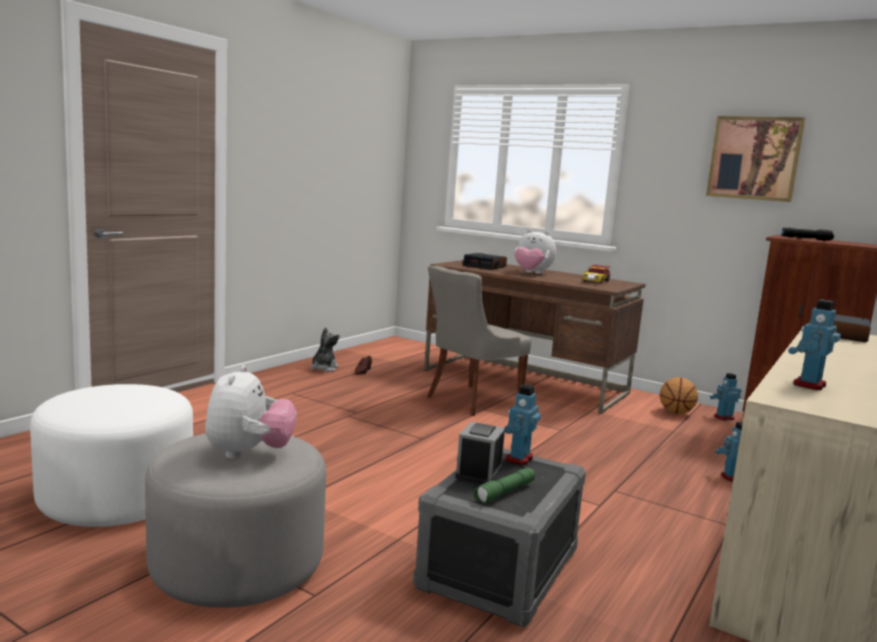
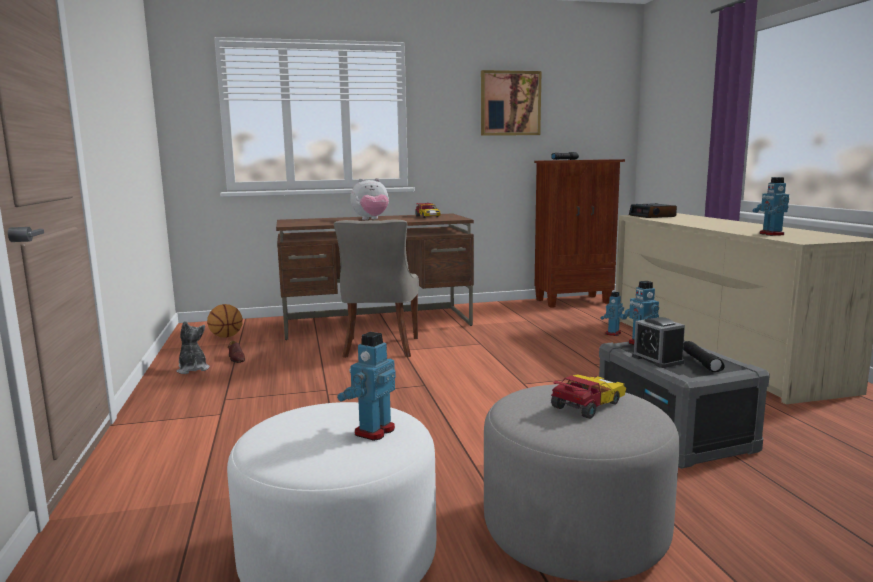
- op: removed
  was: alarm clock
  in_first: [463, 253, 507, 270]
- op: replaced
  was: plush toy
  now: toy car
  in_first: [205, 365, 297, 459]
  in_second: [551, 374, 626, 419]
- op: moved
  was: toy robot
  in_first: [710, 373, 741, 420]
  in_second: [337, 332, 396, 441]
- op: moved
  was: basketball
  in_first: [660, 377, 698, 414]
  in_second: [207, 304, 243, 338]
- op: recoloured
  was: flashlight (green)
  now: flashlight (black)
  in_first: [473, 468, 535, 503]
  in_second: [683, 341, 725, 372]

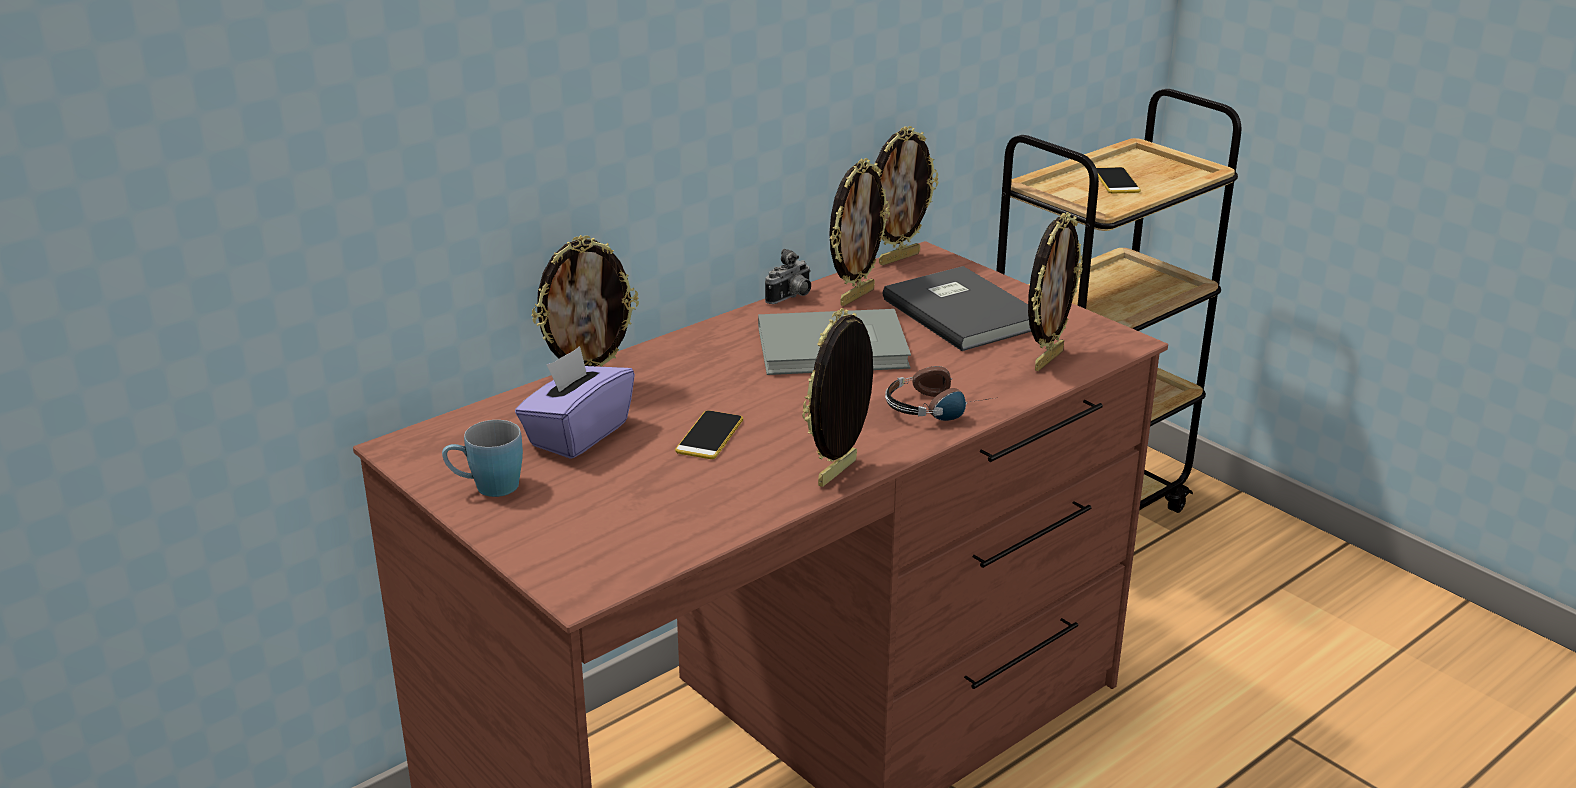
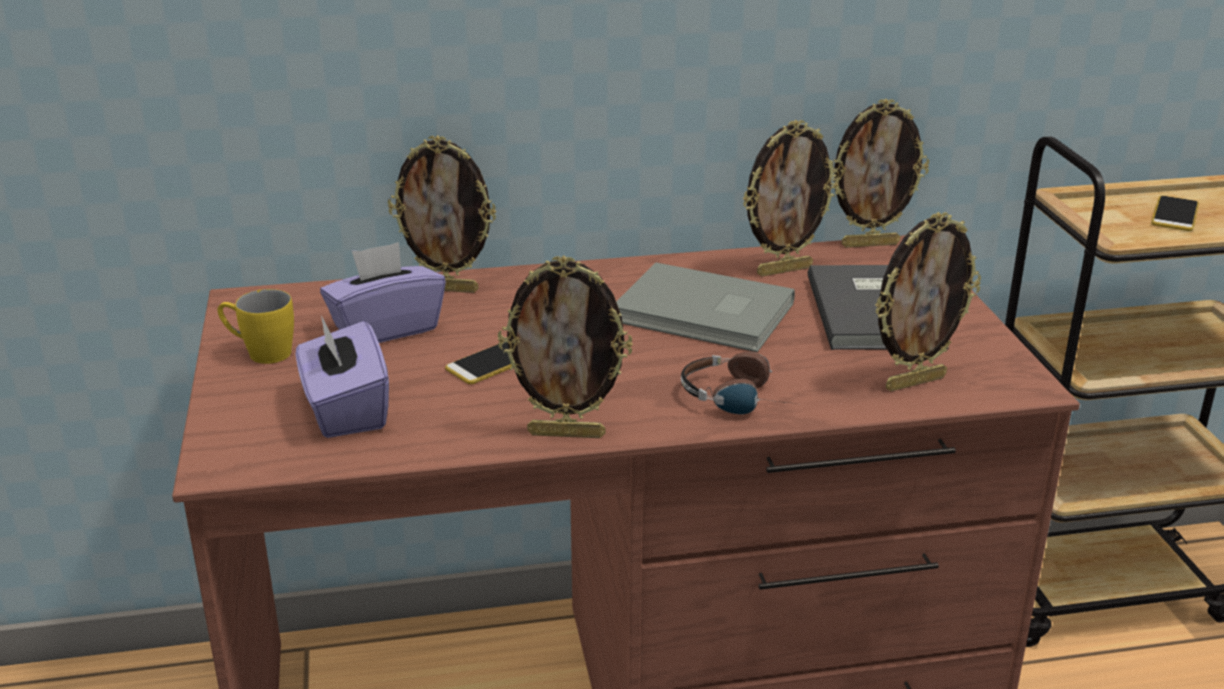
- op: removed
  was: photo camera
  in_first: [765, 249, 811, 304]
- op: turned
  was: picture frame
  in_first: [802, 308, 873, 487]
  in_second: [498, 255, 633, 438]
  clockwise: -150
- op: recoloured
  was: mug (blue)
  now: mug (yellow)
  in_first: [442, 420, 523, 497]
  in_second: [217, 289, 294, 364]
- op: added
  now: tissue box (purple)
  in_second: [296, 316, 389, 438]

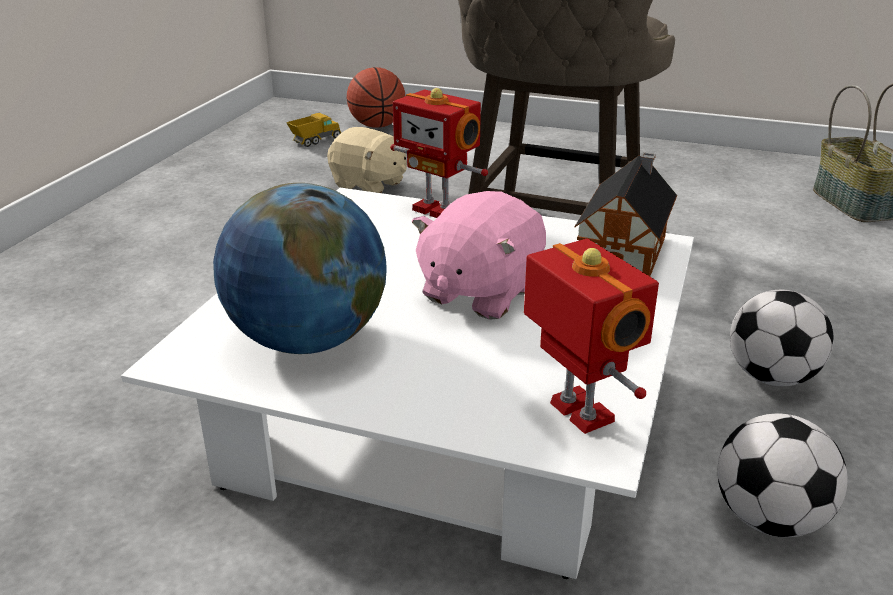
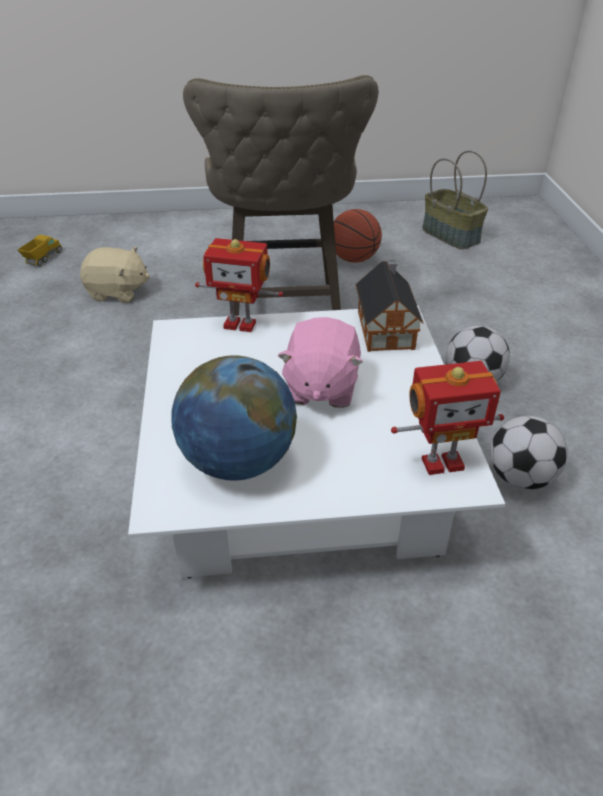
- op: moved
  was: basketball
  in_first: [347, 67, 406, 128]
  in_second: [334, 209, 382, 263]
- op: turned
  was: toy robot
  in_first: [524, 239, 659, 434]
  in_second: [391, 361, 504, 475]
  clockwise: 135

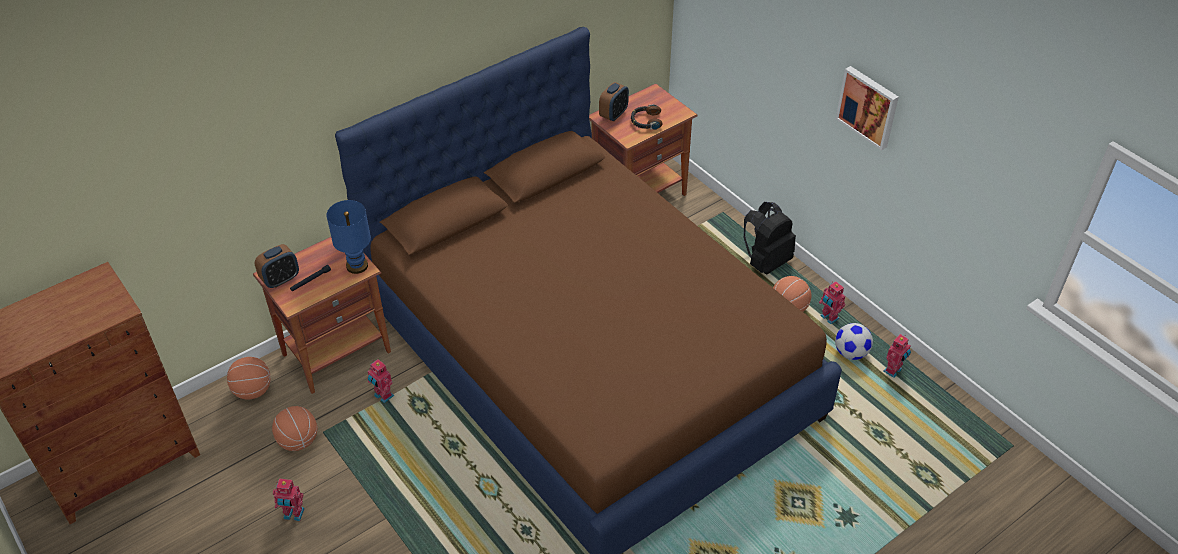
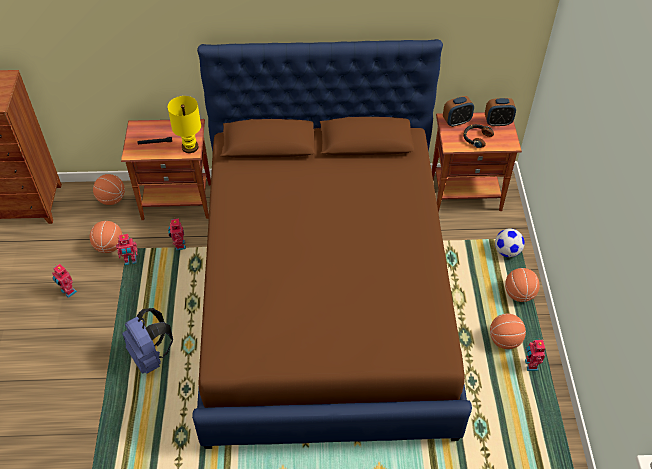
- op: removed
  was: picture
  in_first: [836, 66, 899, 151]
- op: recoloured
  was: table lamp (blue)
  now: table lamp (yellow)
  in_first: [326, 200, 371, 274]
  in_second: [168, 96, 201, 153]
- op: replaced
  was: backpack (black)
  now: basketball
  in_first: [744, 202, 796, 275]
  in_second: [505, 268, 540, 302]
- op: moved
  was: alarm clock
  in_first: [255, 244, 299, 288]
  in_second: [485, 98, 516, 127]
- op: moved
  was: football
  in_first: [835, 323, 873, 360]
  in_second: [495, 228, 525, 257]
- op: moved
  was: toy robot
  in_first: [883, 334, 911, 378]
  in_second: [116, 234, 138, 265]
- op: added
  now: backpack (blue)
  in_second: [122, 308, 173, 374]

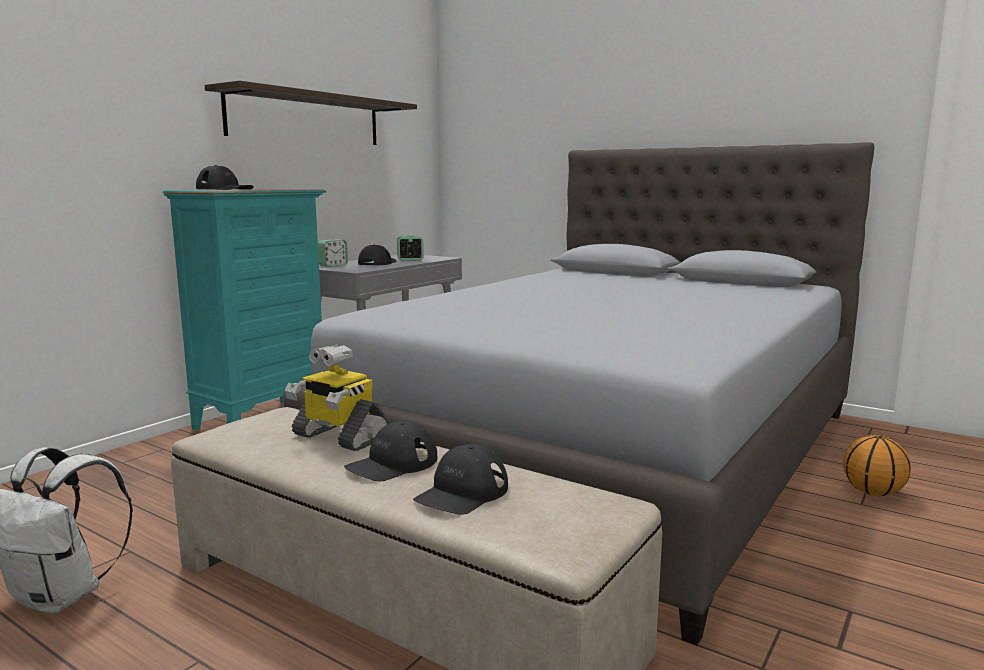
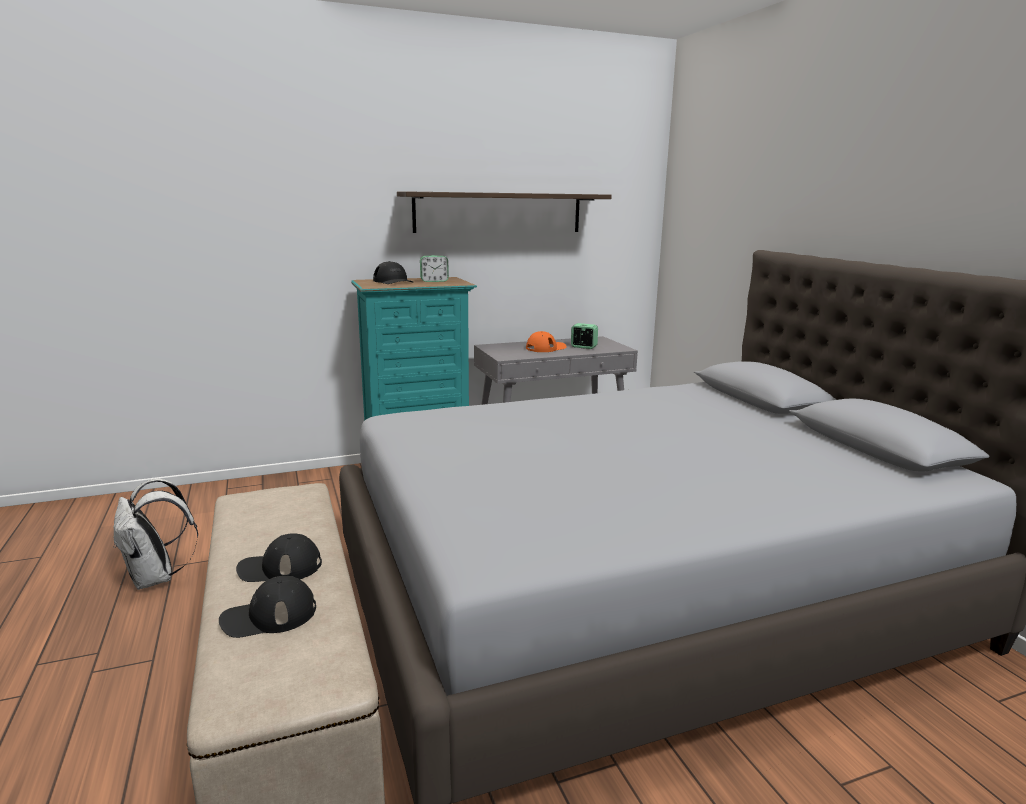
- op: moved
  was: alarm clock
  in_first: [318, 240, 348, 267]
  in_second: [420, 255, 449, 282]
- op: recoloured
  was: cap (black)
  now: cap (orange)
  in_first: [358, 245, 396, 266]
  in_second: [526, 331, 566, 352]
- op: removed
  was: toy robot
  in_first: [285, 344, 388, 451]
- op: removed
  was: basketball
  in_first: [843, 435, 911, 496]

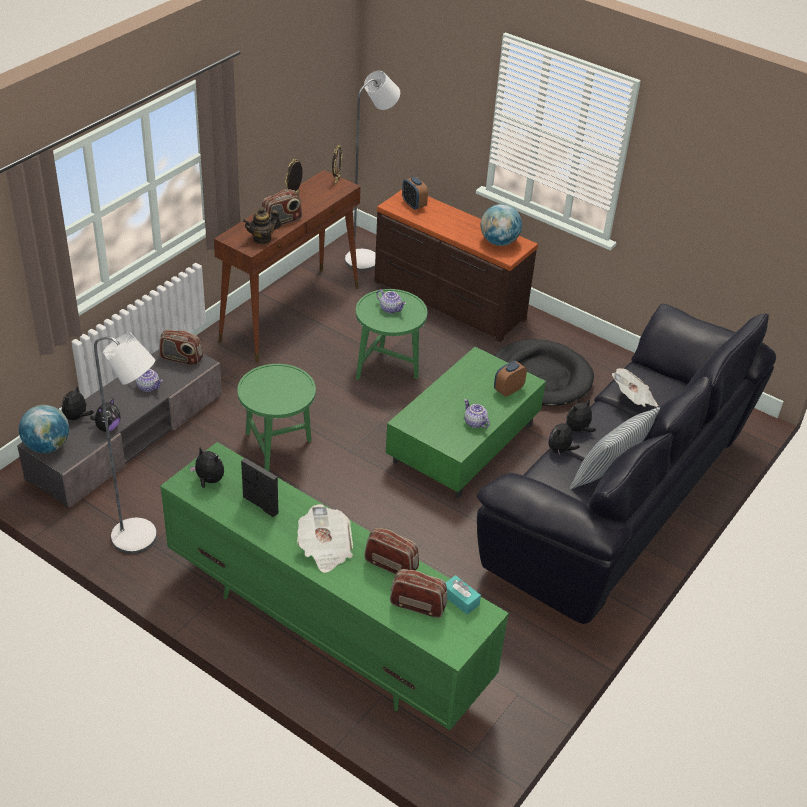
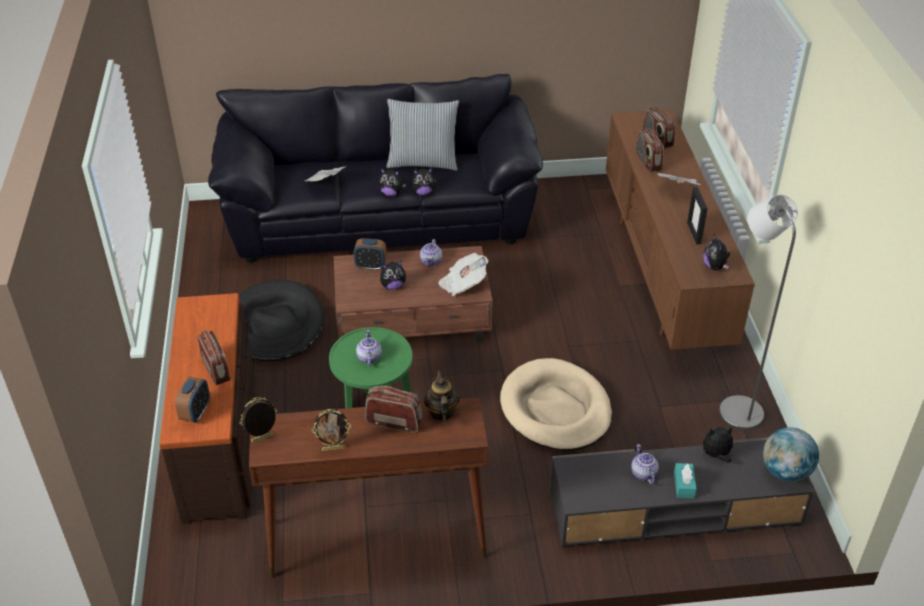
- op: removed
  was: floor lamp (grey)
  in_first: [345, 71, 400, 271]
- op: removed
  was: globe
  in_first: [481, 204, 522, 246]
- op: turned
  was: teapot
  in_first: [243, 208, 281, 244]
  in_second: [424, 371, 460, 421]
  clockwise: -120
- op: moved
  was: radio
  in_first: [159, 330, 203, 366]
  in_second: [197, 330, 231, 385]
- op: recoloured
  was: coffee table (green)
  now: coffee table (brown)
  in_first: [386, 347, 546, 498]
  in_second: [334, 246, 493, 341]
- op: replaced
  was: side table (green)
  now: dog bed (beige)
  in_first: [237, 364, 316, 471]
  in_second: [500, 358, 612, 451]
- op: moved
  was: plush toy
  in_first: [62, 386, 94, 420]
  in_second: [380, 261, 406, 290]
- op: recoloured
  was: cabinet (green)
  now: cabinet (brown)
  in_first: [160, 442, 509, 730]
  in_second: [606, 109, 755, 350]
- op: moved
  was: tissue box (turquoise)
  in_first: [445, 575, 481, 615]
  in_second: [674, 463, 697, 498]
- op: added
  now: newspaper
  in_second: [438, 253, 489, 296]

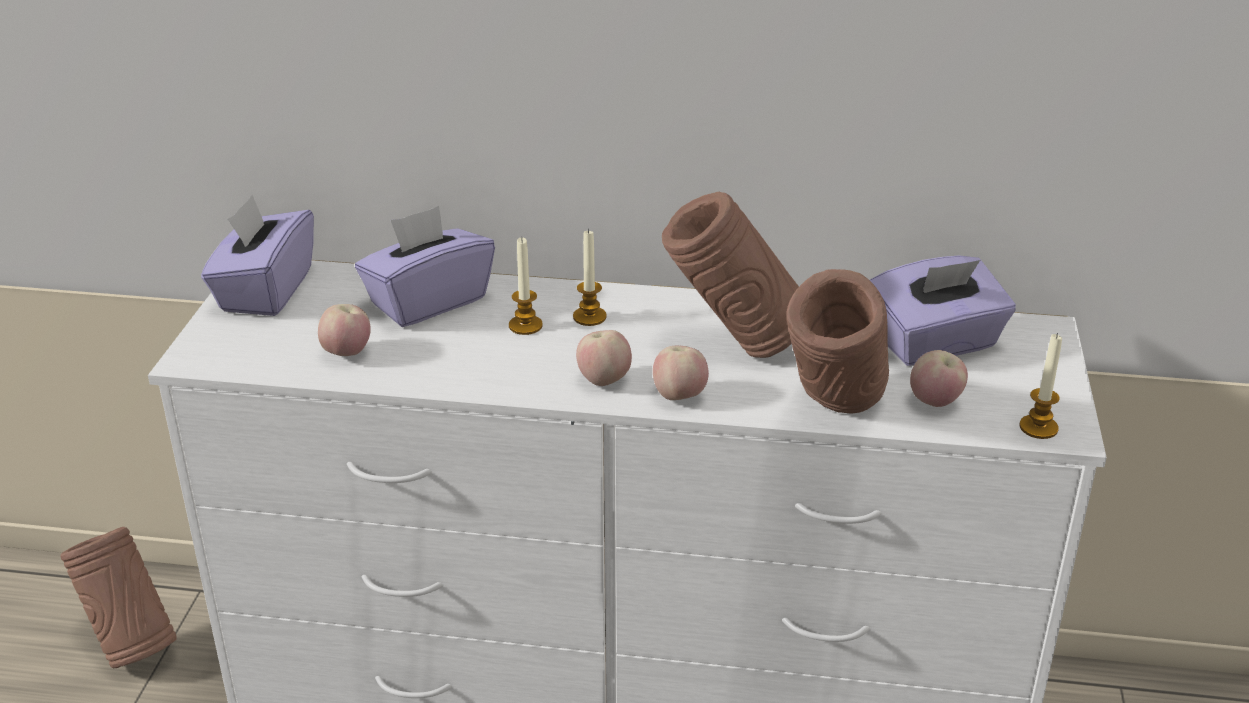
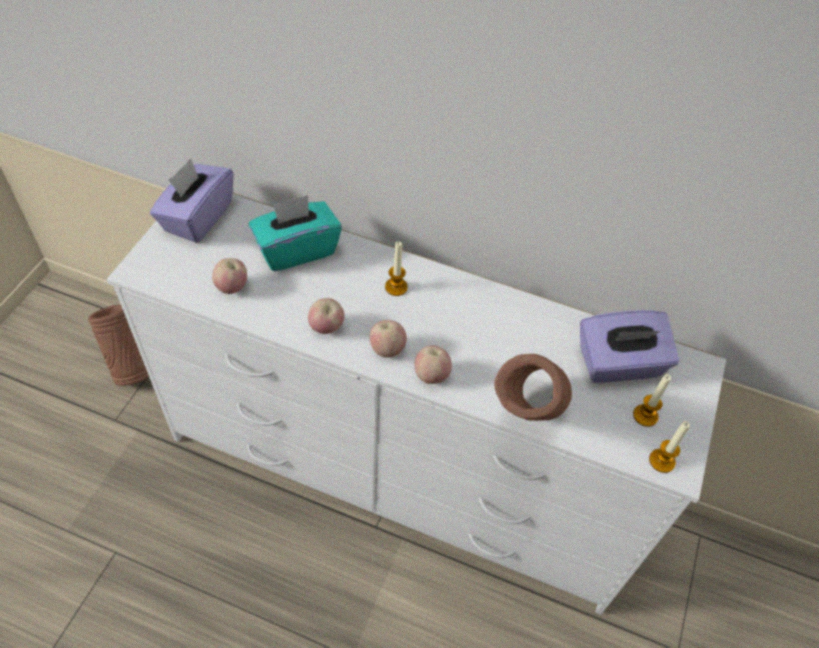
- op: removed
  was: vase (brown)
  in_first: [662, 192, 799, 358]
- op: recoloured
  was: tissue box (purple)
  now: tissue box (turquoise)
  in_first: [355, 206, 495, 327]
  in_second: [249, 195, 342, 271]
- op: moved
  was: candle
  in_first: [509, 238, 543, 335]
  in_second: [633, 374, 671, 427]
- op: moved
  was: apple
  in_first: [910, 350, 968, 407]
  in_second: [308, 298, 345, 334]

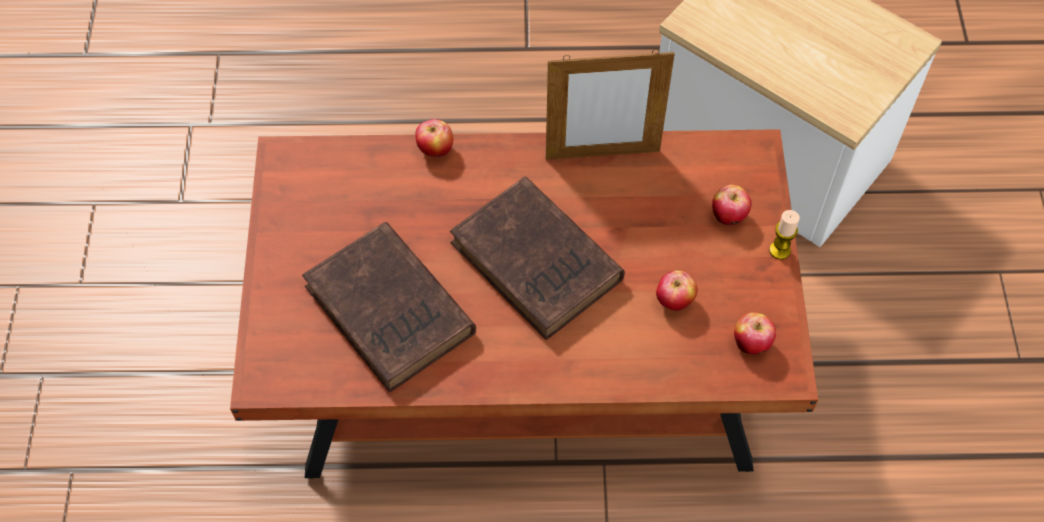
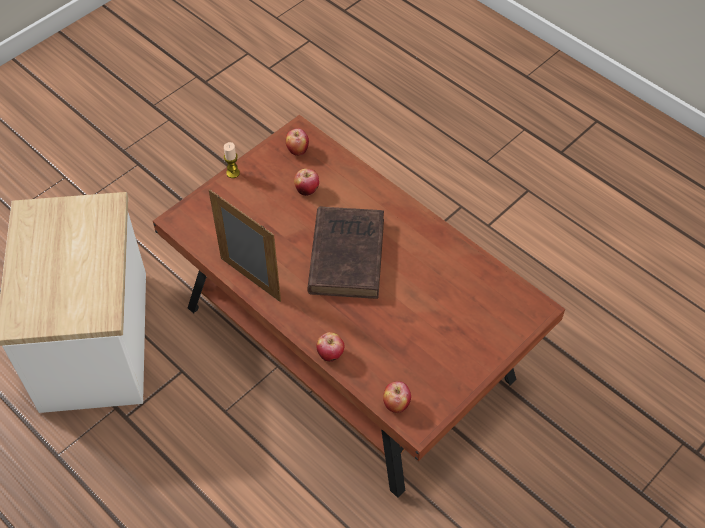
- op: moved
  was: apple
  in_first: [712, 184, 751, 226]
  in_second: [383, 381, 411, 413]
- op: removed
  was: book (brown)
  in_first: [302, 222, 476, 392]

